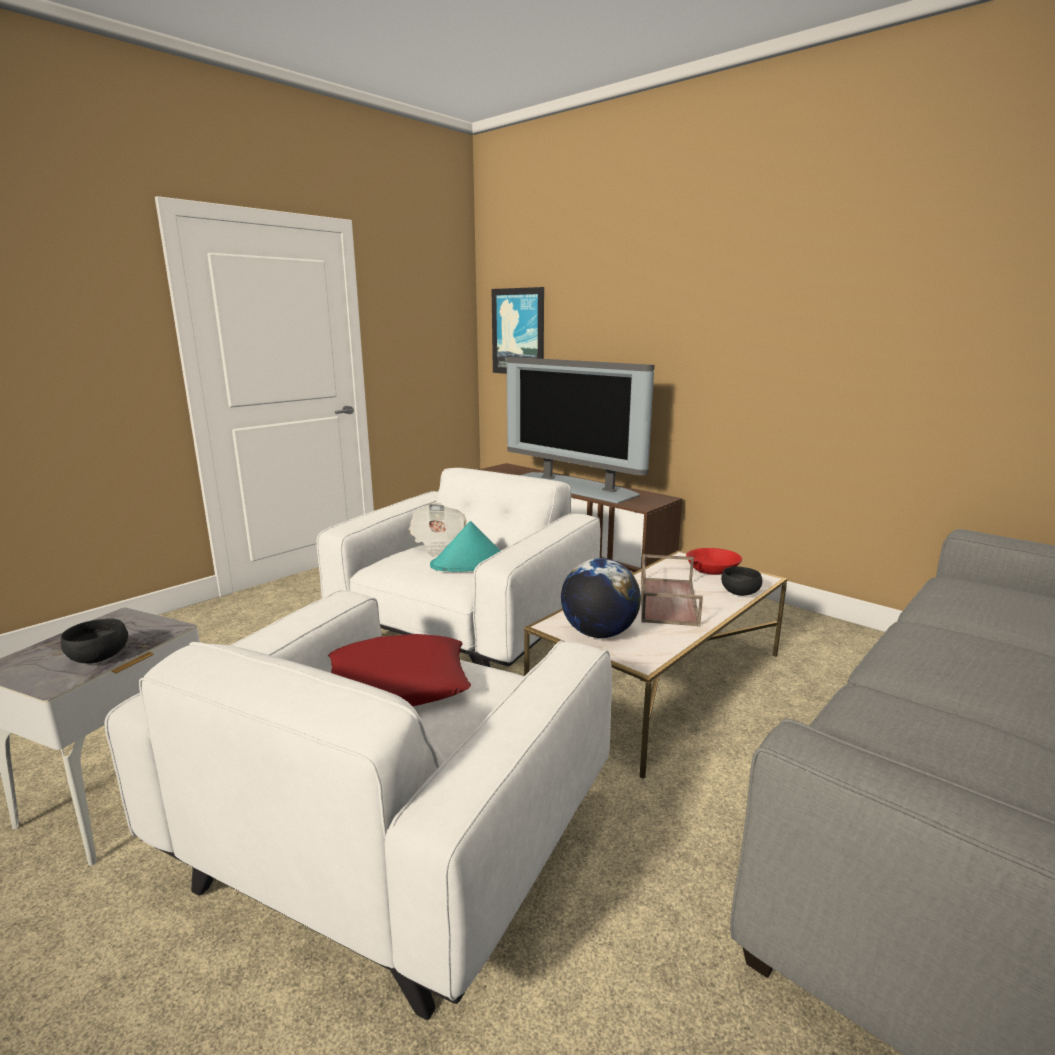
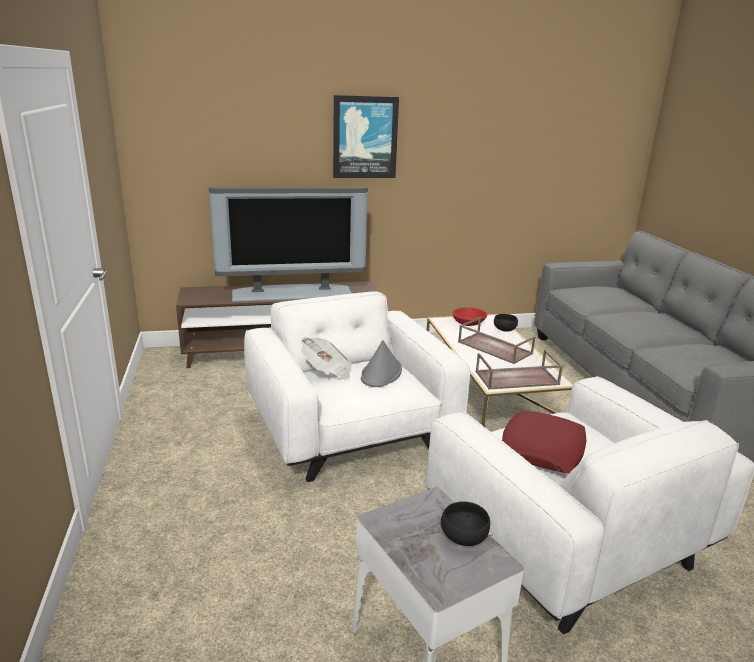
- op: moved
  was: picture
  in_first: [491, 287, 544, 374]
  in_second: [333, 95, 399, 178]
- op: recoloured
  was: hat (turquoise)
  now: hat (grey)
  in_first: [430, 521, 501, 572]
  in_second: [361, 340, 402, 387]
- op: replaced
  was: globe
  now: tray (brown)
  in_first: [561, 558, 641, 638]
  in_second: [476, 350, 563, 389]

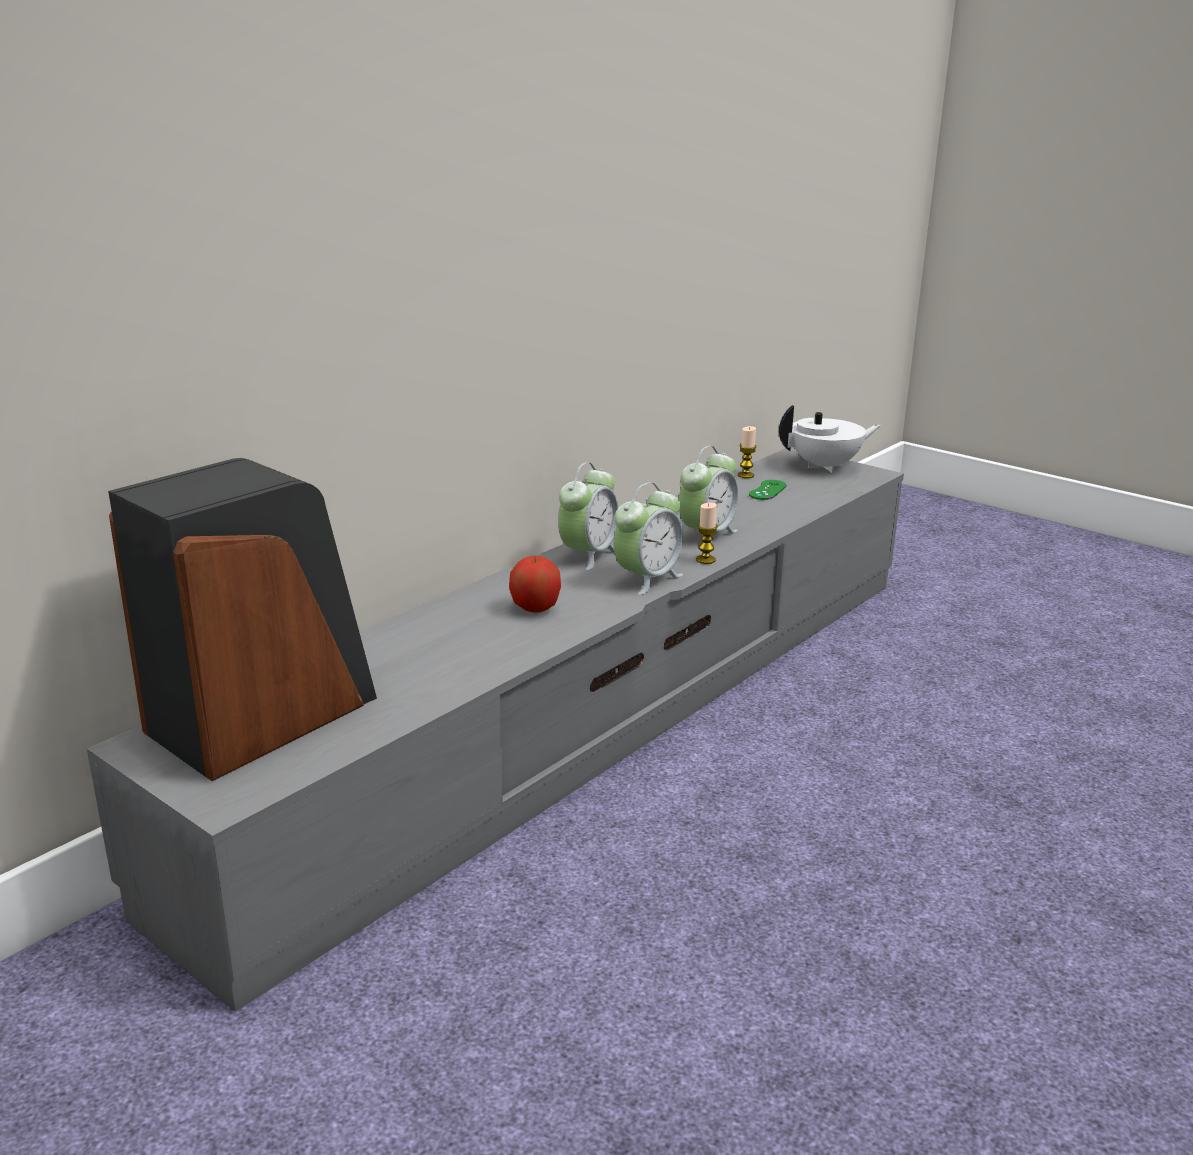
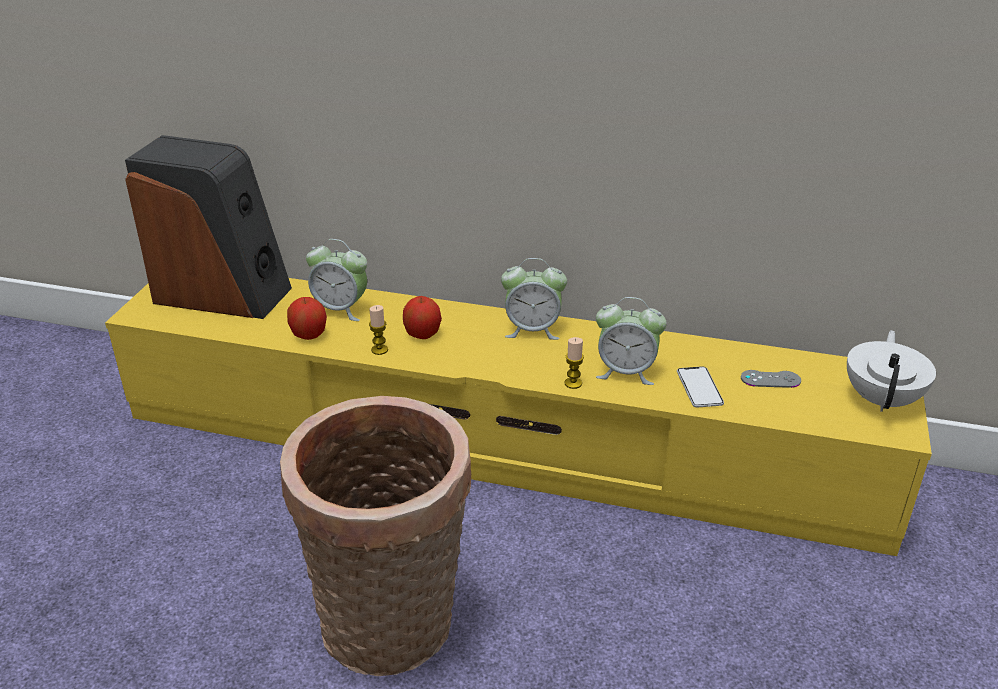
- op: turned
  was: teapot (white)
  in_first: [779, 405, 881, 473]
  in_second: [847, 330, 936, 412]
  clockwise: -120
- op: moved
  was: candle
  in_first: [738, 426, 757, 478]
  in_second: [369, 305, 388, 355]
- op: recoloured
  was: tv stand (grey)
  now: tv stand (yellow)
  in_first: [86, 447, 904, 1012]
  in_second: [105, 278, 932, 556]
- op: recoloured
  was: game controller (green)
  now: game controller (grey)
  in_first: [749, 480, 787, 500]
  in_second: [741, 370, 801, 388]
- op: moved
  was: alarm clock
  in_first: [614, 482, 683, 595]
  in_second: [306, 239, 367, 321]
- op: added
  now: apple
  in_second: [287, 297, 327, 340]
- op: added
  now: phone
  in_second: [677, 366, 724, 408]
- op: added
  now: basket
  in_second: [280, 396, 471, 676]

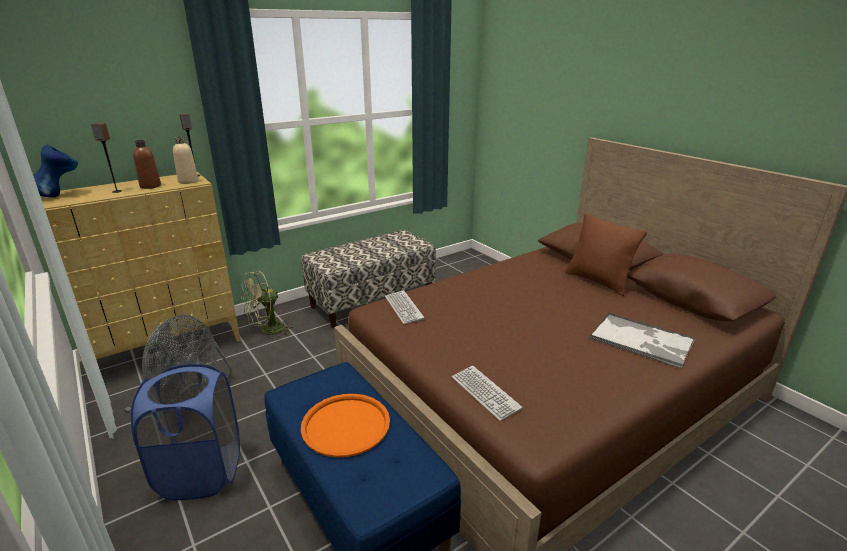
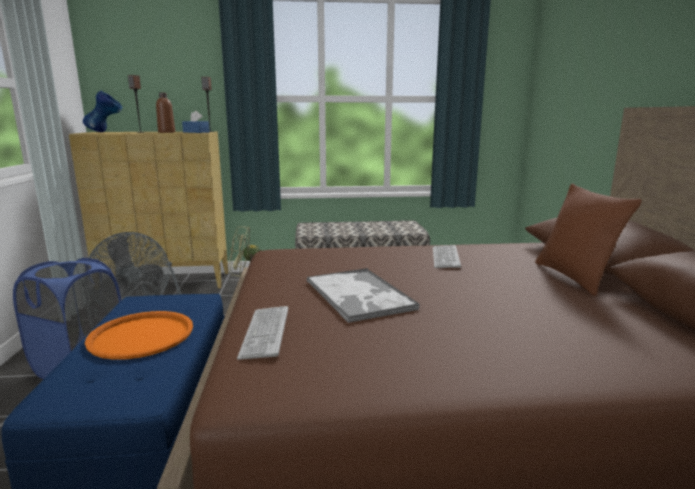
- op: replaced
  was: bottle (beige)
  now: tissue box (blue)
  in_first: [173, 137, 198, 184]
  in_second: [182, 111, 210, 133]
- op: moved
  was: keyboard
  in_first: [385, 290, 424, 324]
  in_second: [433, 245, 461, 268]
- op: moved
  was: tray
  in_first: [590, 312, 696, 369]
  in_second: [307, 268, 420, 323]

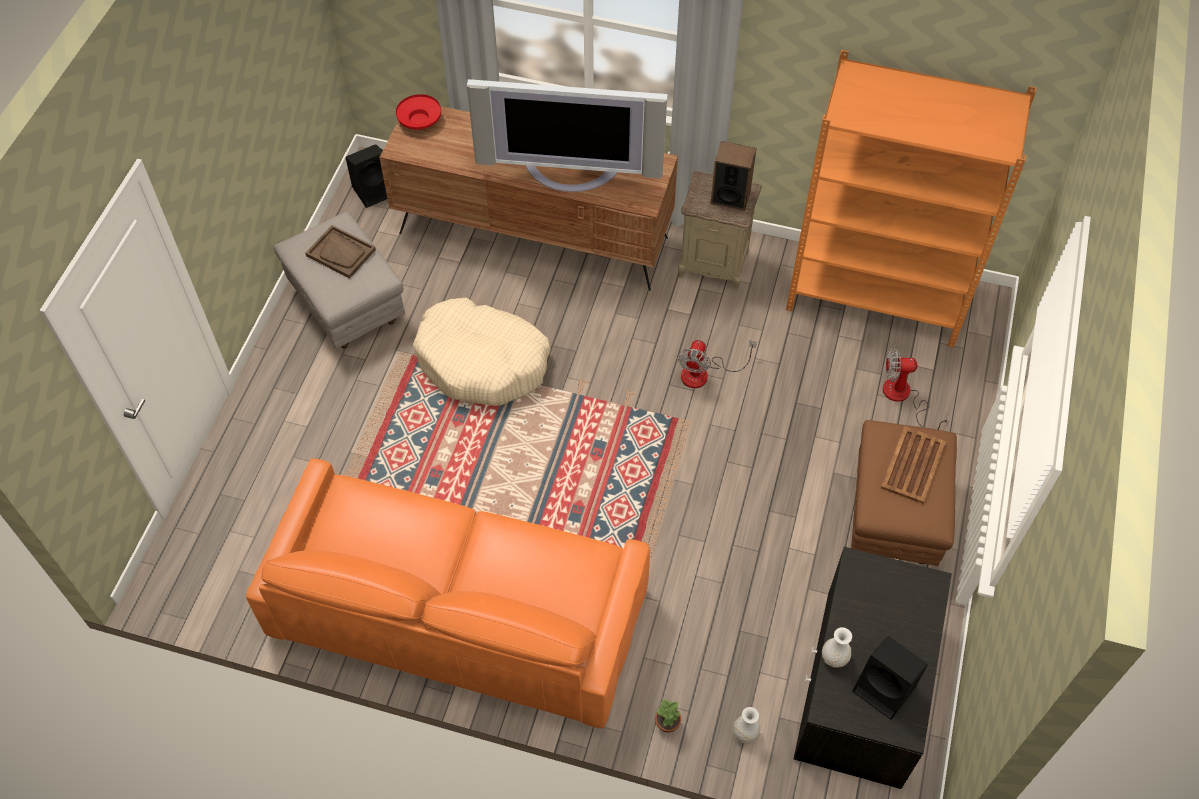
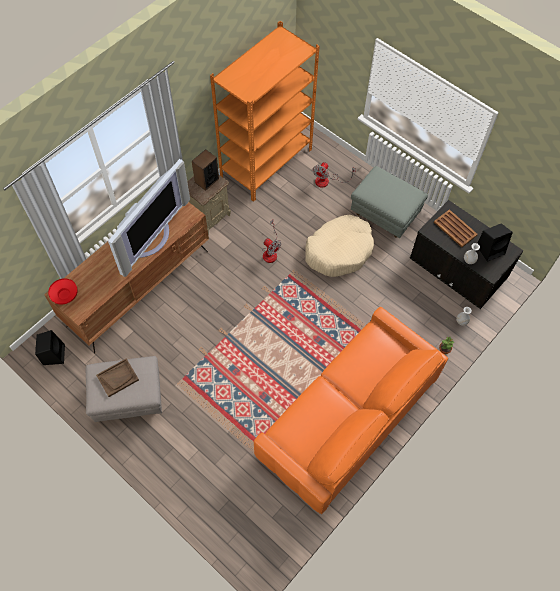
- op: moved
  was: dog bed (beige)
  in_first: [413, 298, 551, 406]
  in_second: [305, 214, 374, 277]
- op: recoloured
  was: ottoman (brown)
  now: ottoman (grey)
  in_first: [851, 420, 957, 566]
  in_second: [351, 166, 428, 238]
- op: moved
  was: tray (brown)
  in_first: [881, 426, 946, 504]
  in_second: [434, 209, 478, 247]

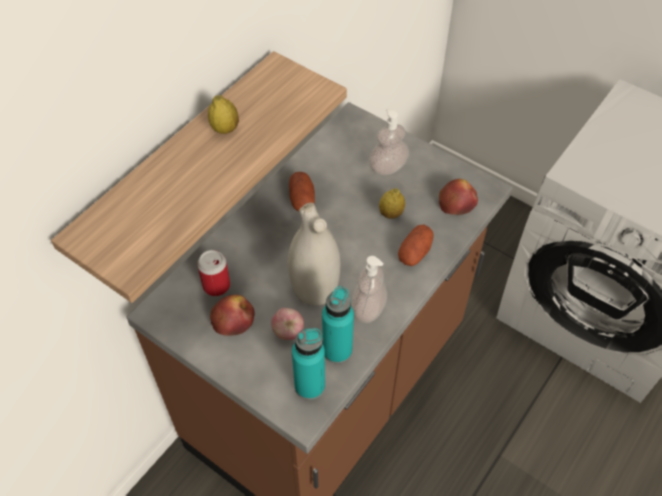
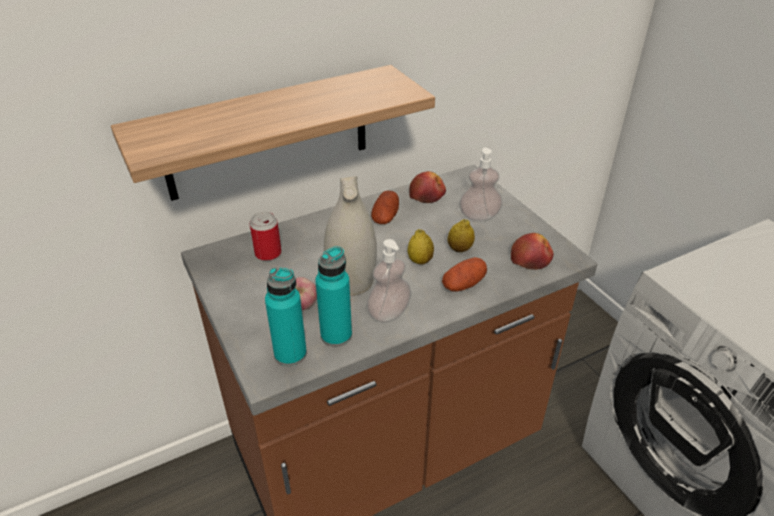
- op: moved
  was: lemon
  in_first: [208, 95, 239, 134]
  in_second: [407, 229, 434, 264]
- op: moved
  was: apple
  in_first: [210, 295, 255, 336]
  in_second: [409, 171, 446, 203]

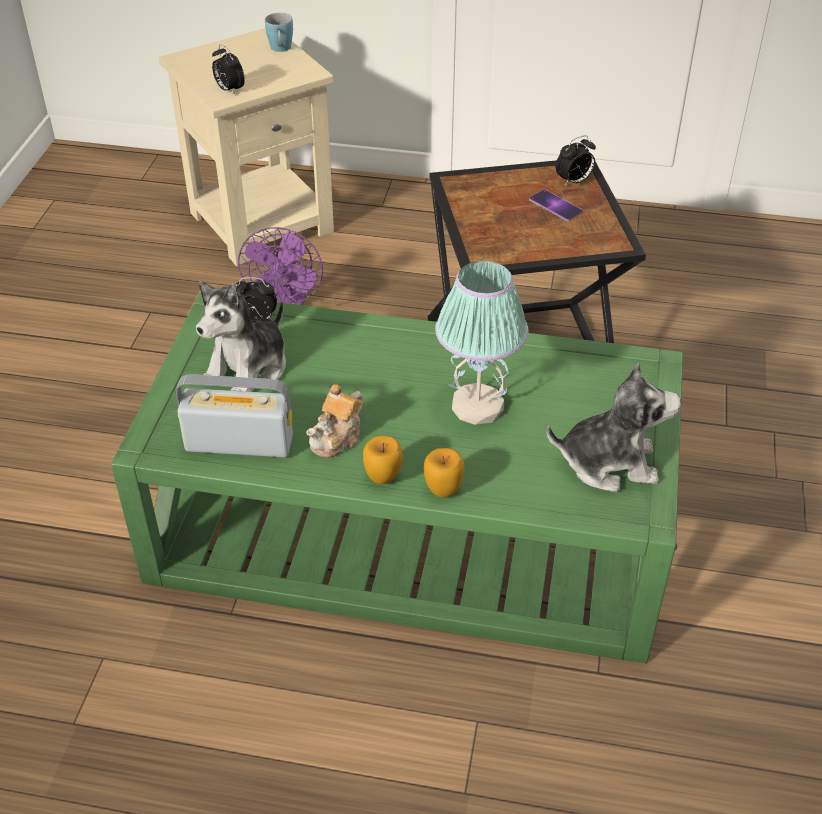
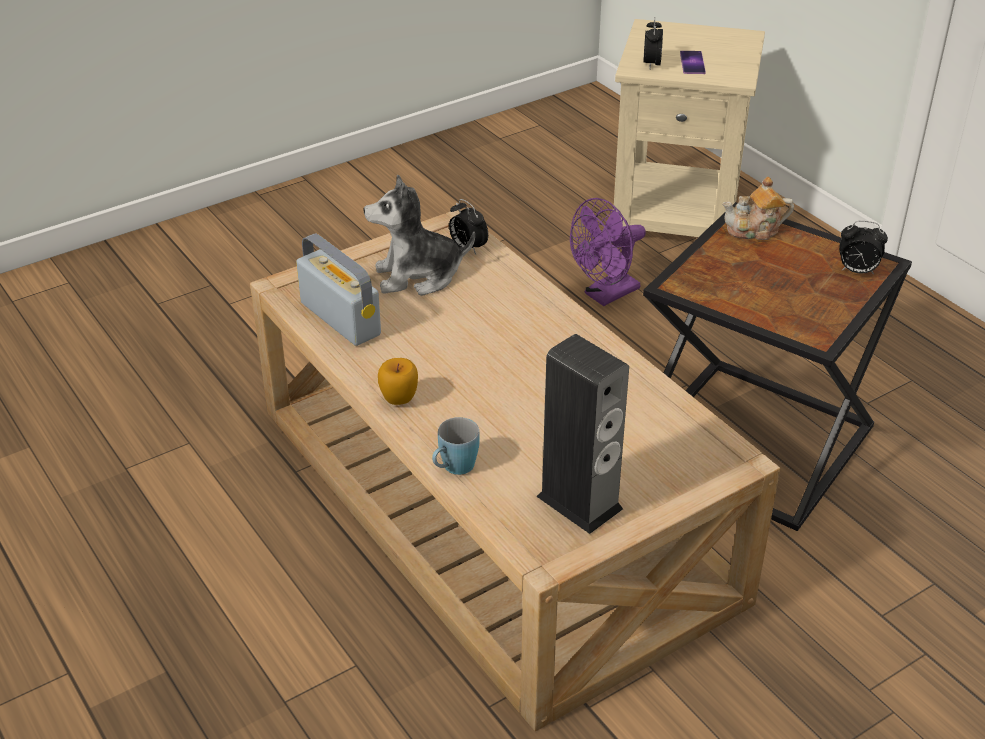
- op: moved
  was: mug (blue)
  in_first: [265, 13, 293, 52]
  in_second: [432, 417, 480, 475]
- op: moved
  was: phone
  in_first: [529, 190, 583, 221]
  in_second: [680, 51, 706, 74]
- op: removed
  was: table lamp
  in_first: [435, 261, 529, 425]
- op: recoloured
  was: coffee table (green)
  now: coffee table (beige)
  in_first: [111, 293, 683, 663]
  in_second: [250, 209, 780, 731]
- op: replaced
  was: plush toy
  now: speaker
  in_first: [547, 363, 681, 492]
  in_second: [536, 334, 629, 534]
- op: moved
  was: teapot
  in_first: [306, 384, 363, 458]
  in_second: [722, 177, 794, 240]
- op: removed
  was: apple
  in_first: [423, 448, 465, 498]

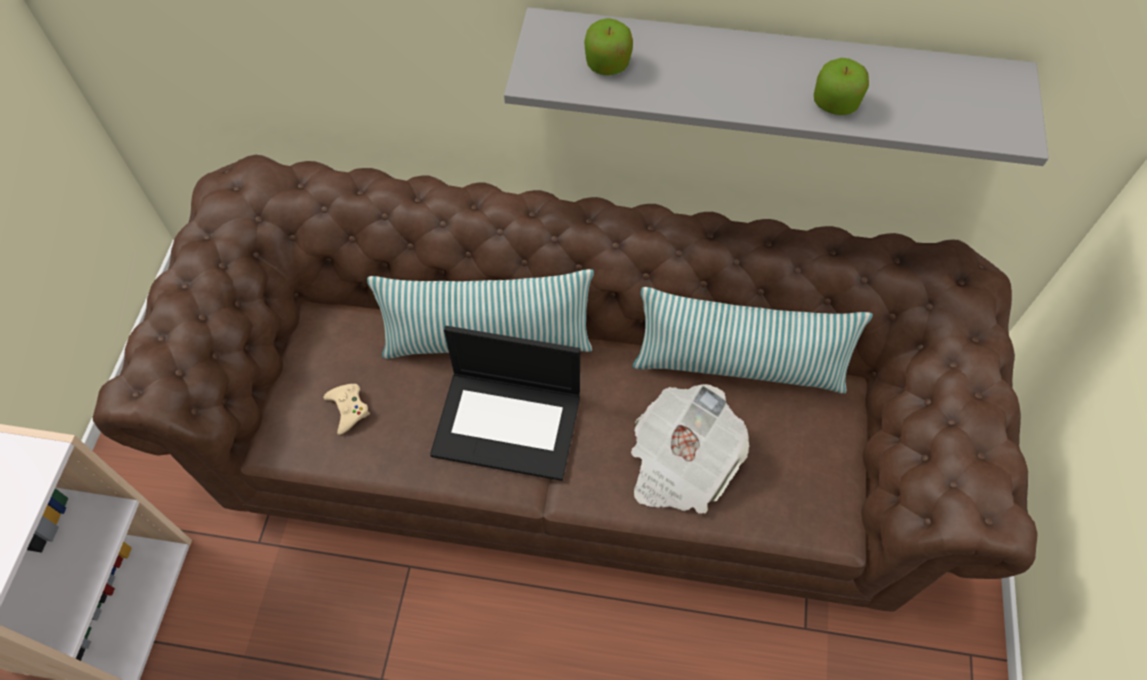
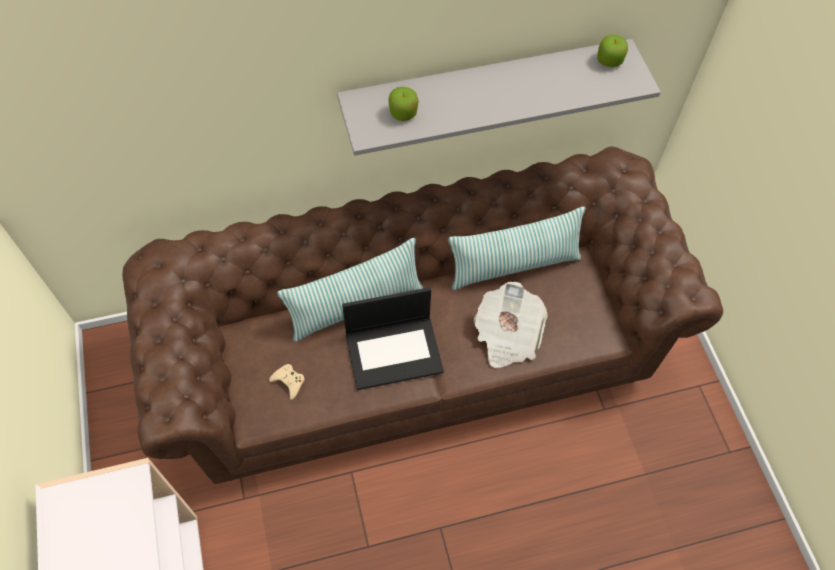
- op: moved
  was: apple
  in_first: [814, 58, 869, 115]
  in_second: [597, 35, 628, 67]

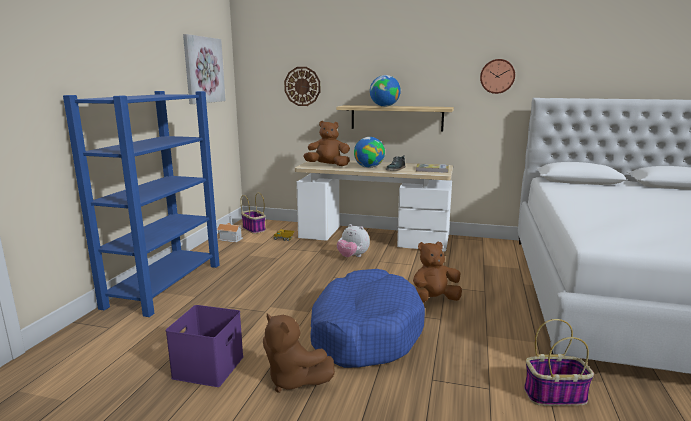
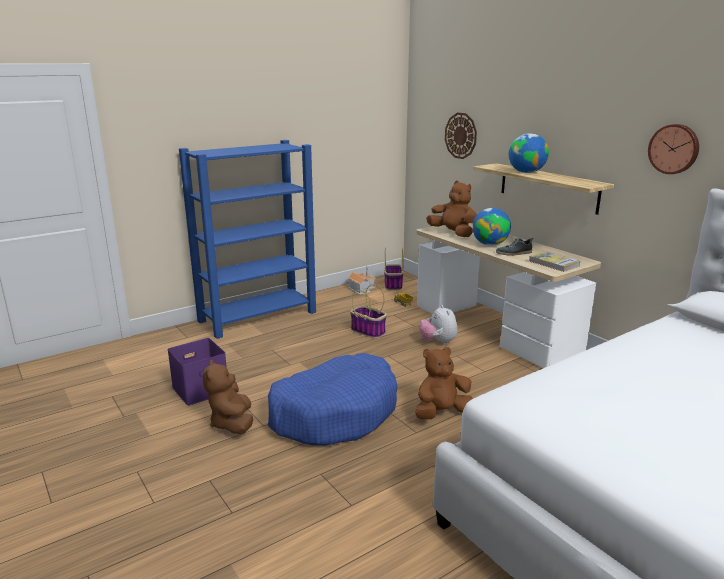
- op: removed
  was: picture
  in_first: [183, 34, 226, 104]
- op: turned
  was: plush toy (brown)
  in_first: [413, 242, 462, 302]
  in_second: [415, 347, 473, 419]
  clockwise: -45
- op: moved
  was: basket
  in_first: [524, 319, 594, 406]
  in_second: [350, 284, 387, 339]

